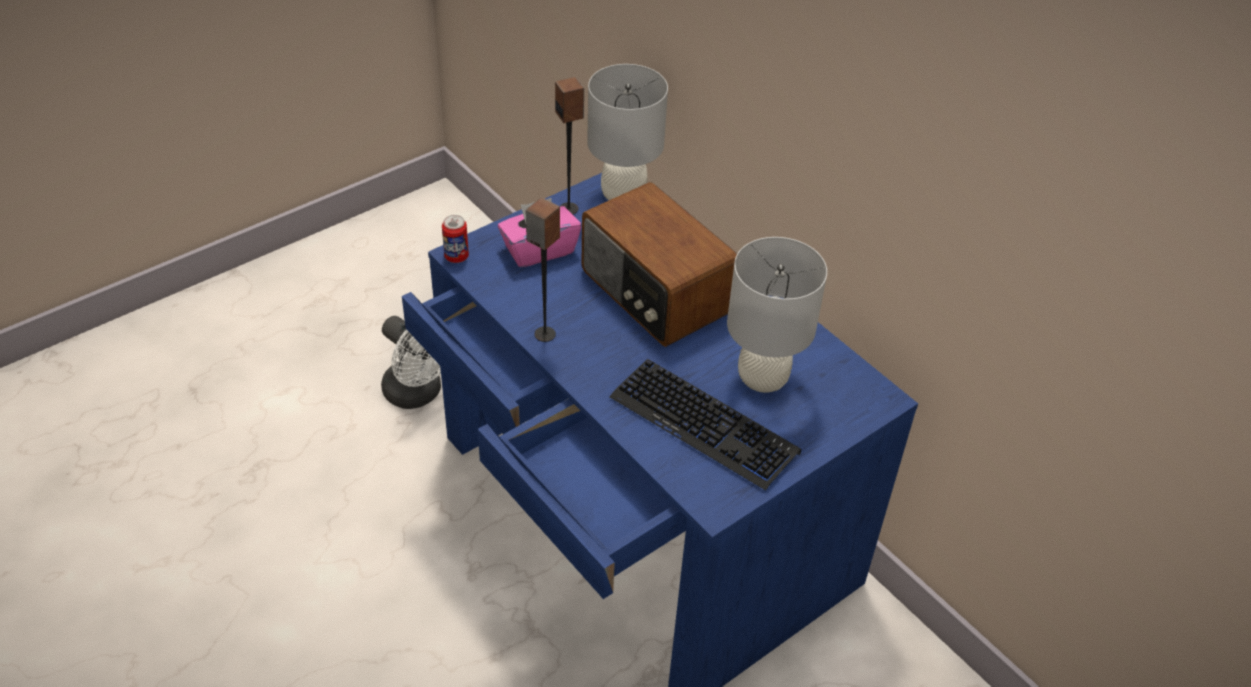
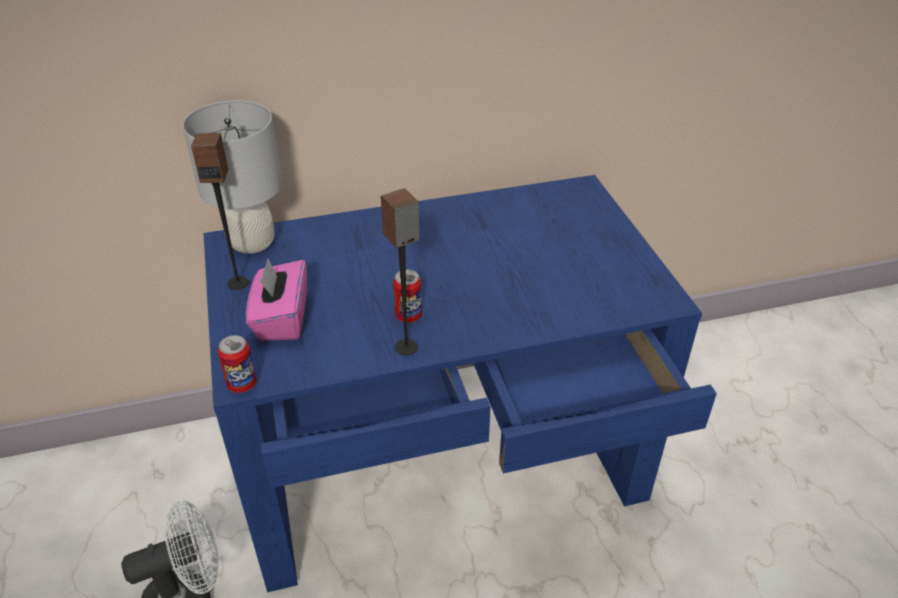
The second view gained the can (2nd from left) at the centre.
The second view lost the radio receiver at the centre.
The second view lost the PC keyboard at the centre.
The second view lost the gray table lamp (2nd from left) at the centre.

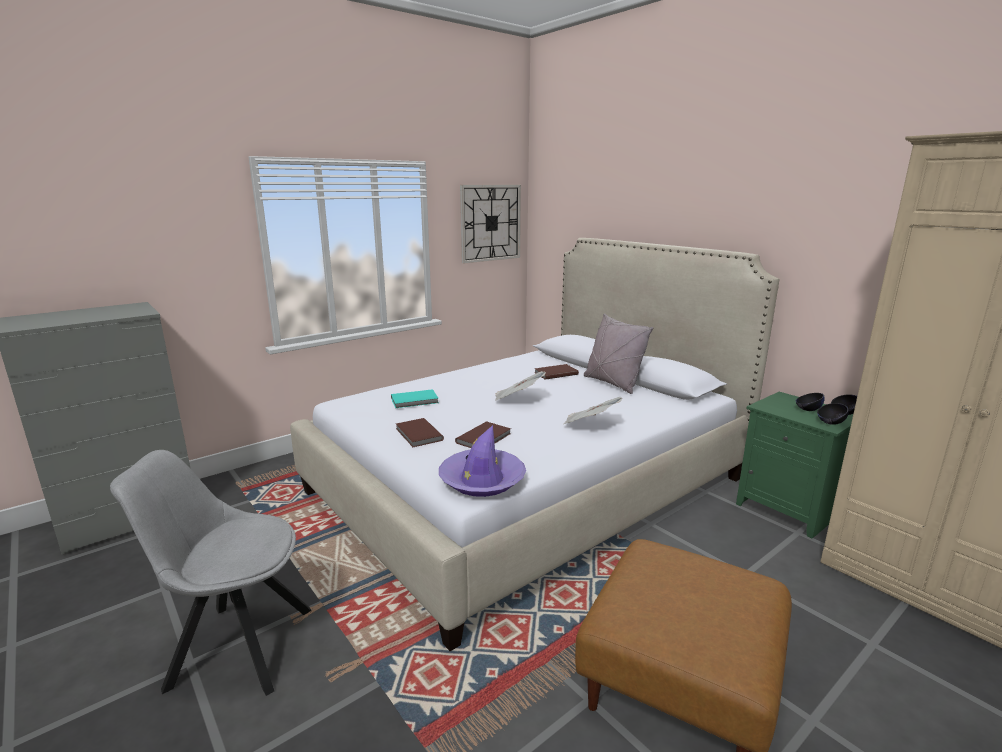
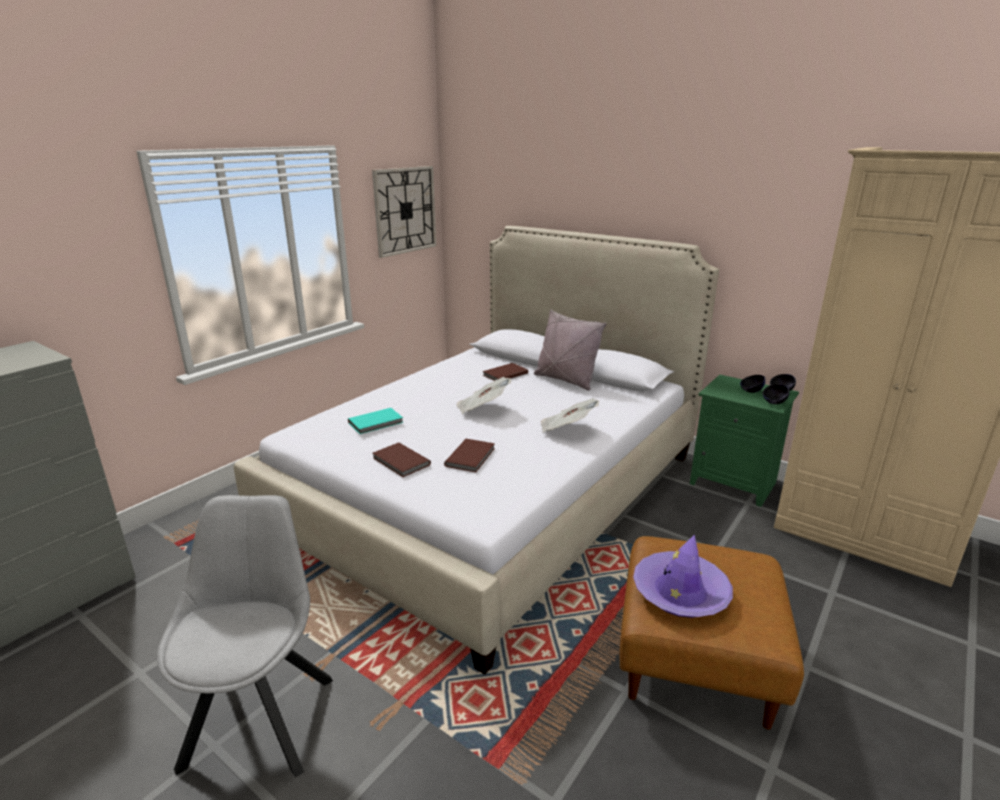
The gray chair at the bottom left ended up facing another way, 105 degrees clockwise from before.
The purple-coloured wearable hat ended up elsewhere, having gone from the centre to the bottom right.

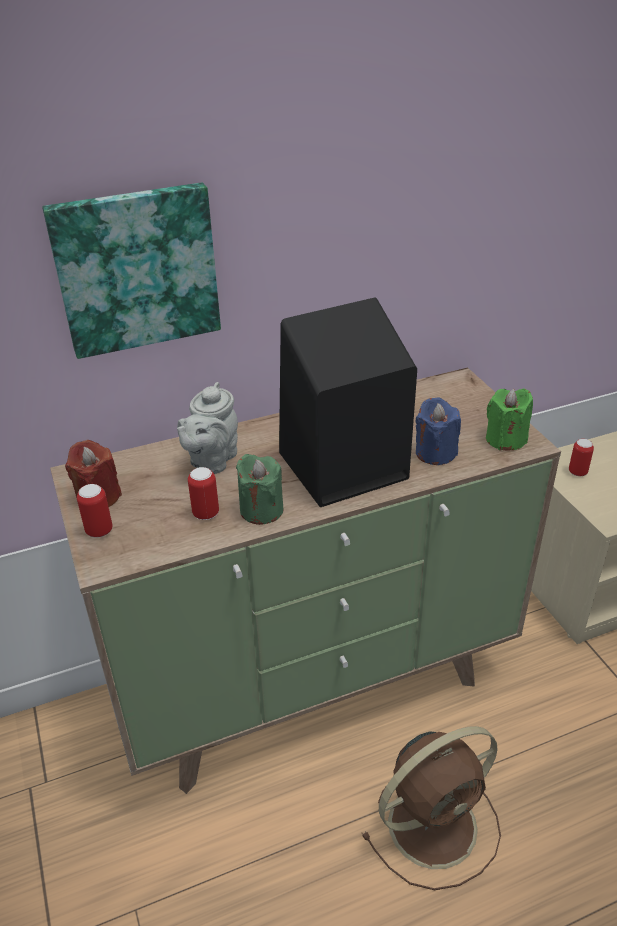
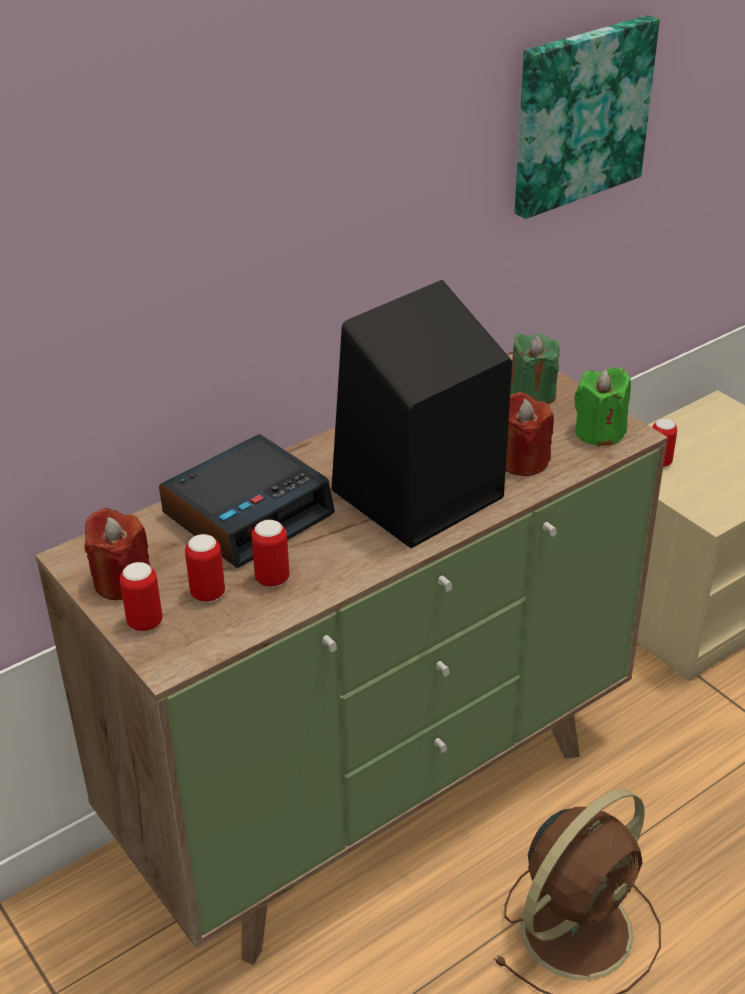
Where the gray teapot stood at the centre, the alarm clock came to stand at the middle left.
The second view gained the can (2nd from left) at the middle left.
What was the blue wax candle at the middle right turned into the reddish wax candle (2nd from left) at the middle right.
The greenish wax candle (1st from left) ended up elsewhere, having gone from the centre to the middle right.
The wall art ended up elsewhere, having gone from the top left to the top right.

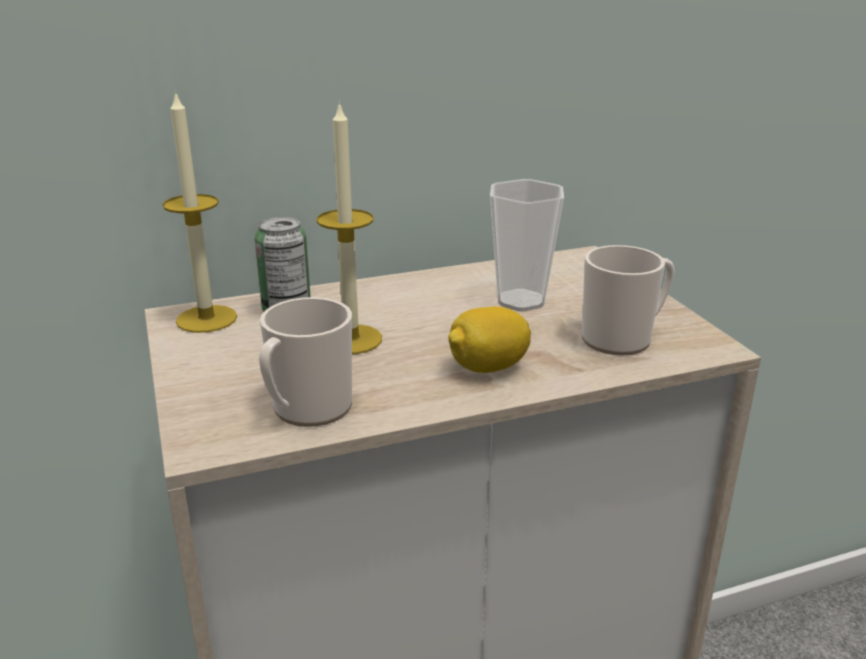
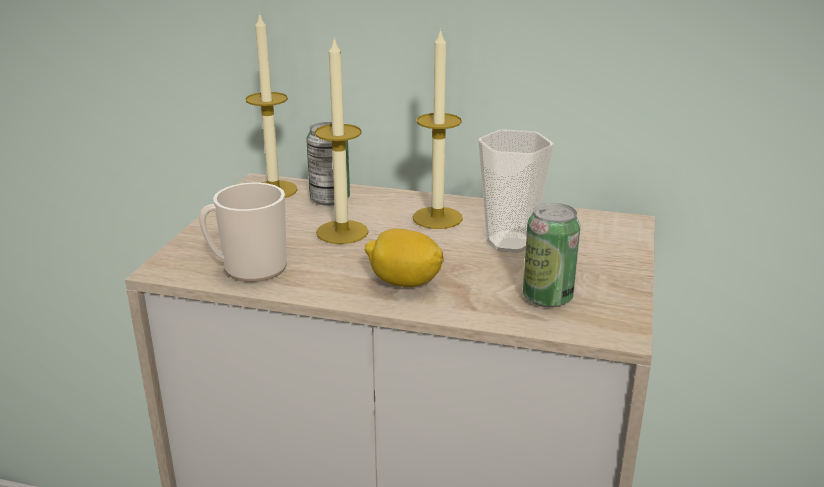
The second view gained the wax candle (3rd from left) at the top centre.
Where the tea mug (2nd from left) stood at the middle right, the can (2nd from left) came to stand at the middle right.

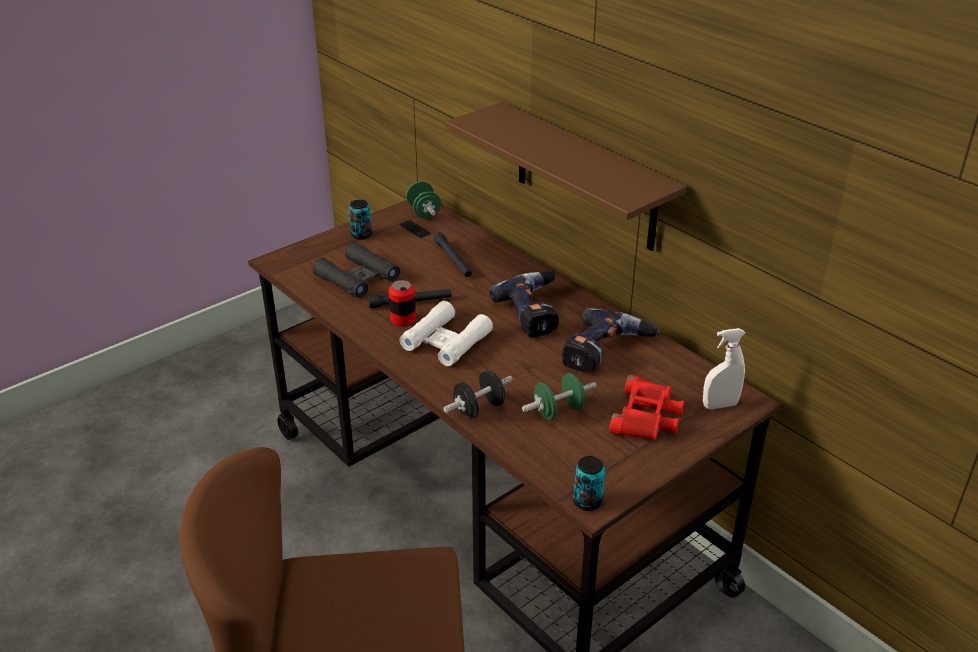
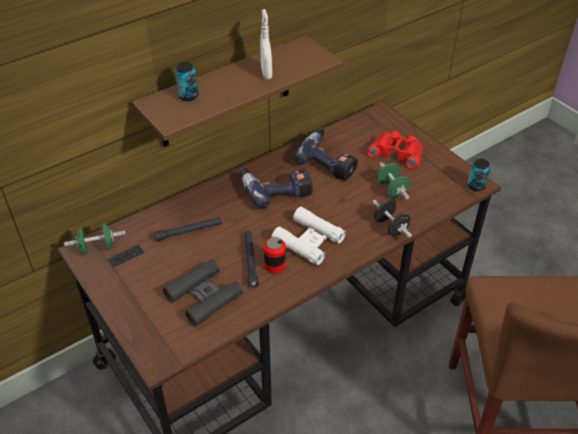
The can (1st from left) ended up elsewhere, having gone from the centre to the top left.
The white-coloured spray bottle ended up elsewhere, having gone from the middle right to the top centre.

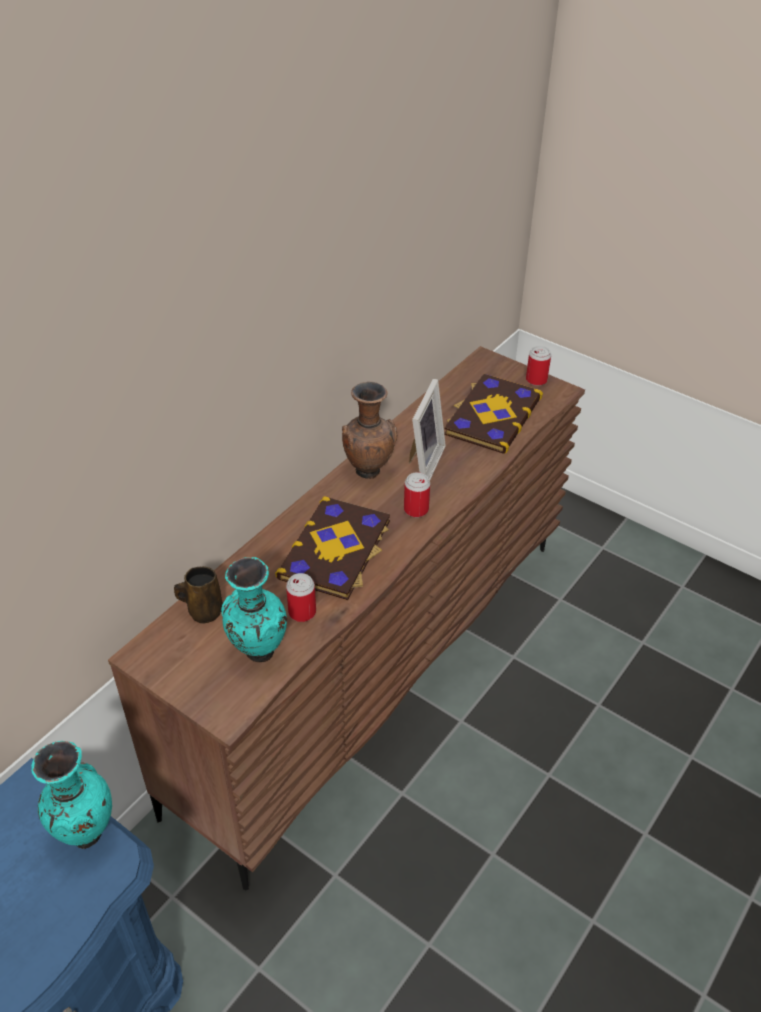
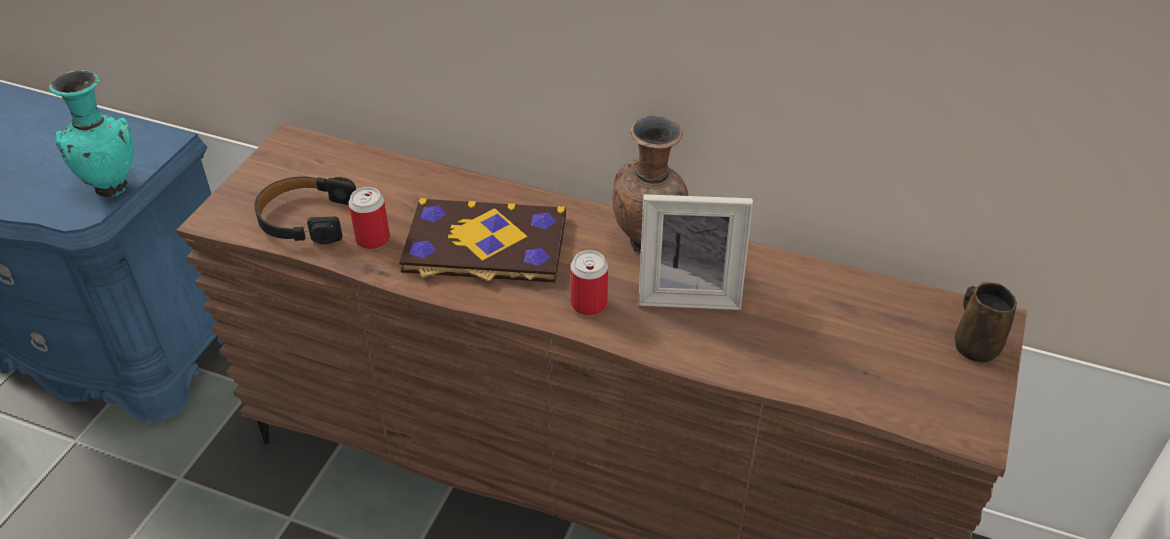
Where the turquoise-coloured flower vase (2nd from left) stood at the centre, the blackish headset came to stand at the middle left.
The brownish tea mug ended up elsewhere, having gone from the middle left to the middle right.
The second view lost the volume (2nd from left) at the centre.
The second view lost the can (3rd from left) at the middle right.

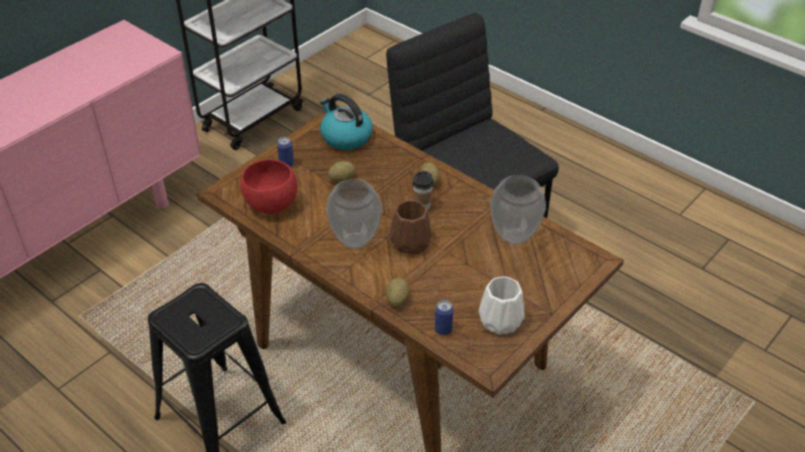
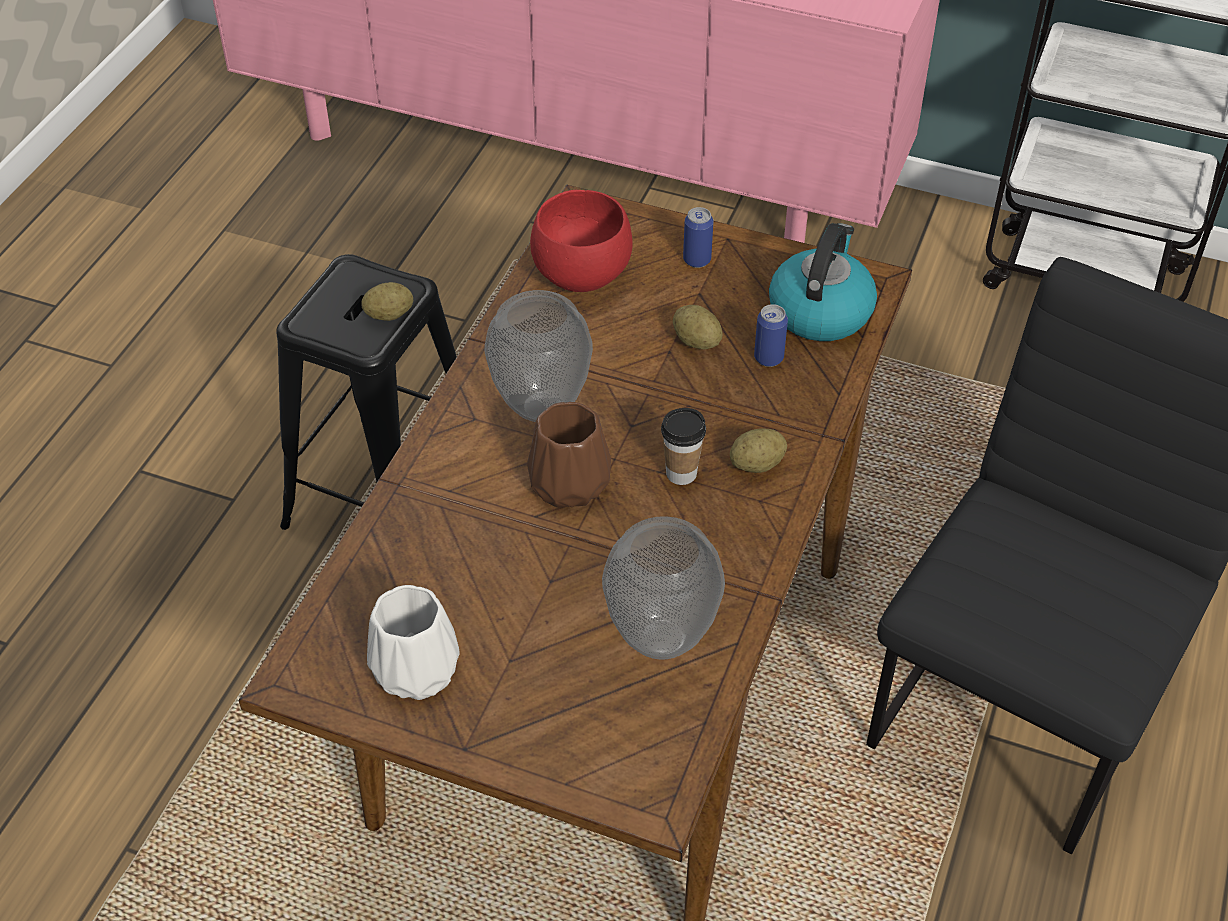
The whole potato (2nd from left in the first image) ended up elsewhere, having gone from the centre to the top left.
The can (2nd from left) ended up elsewhere, having gone from the bottom centre to the centre.

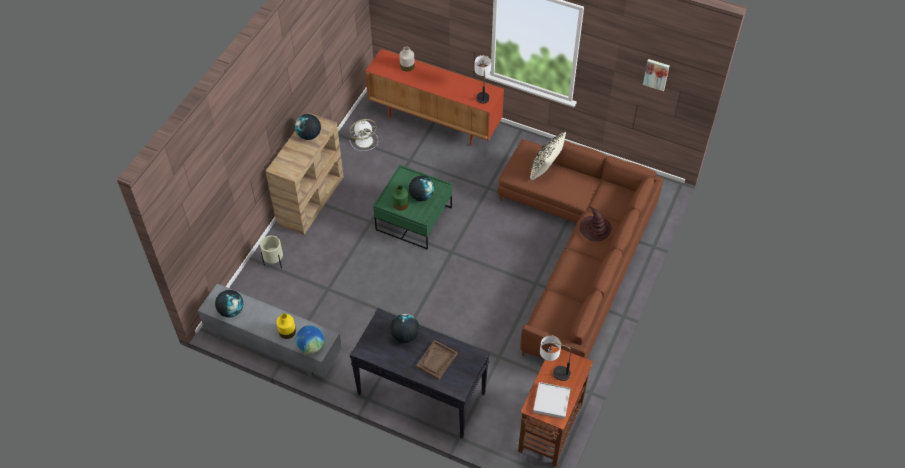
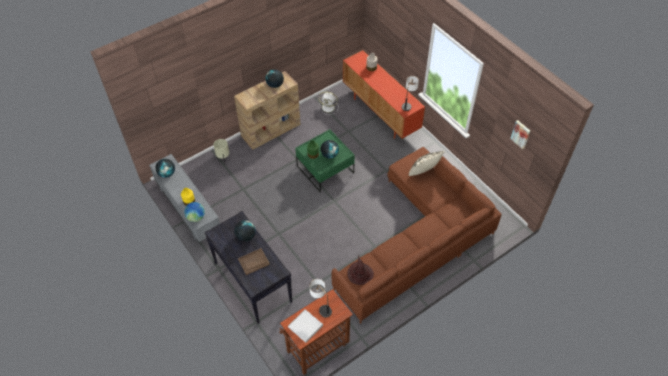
The brownish wearable hat ended up elsewhere, having gone from the centre to the bottom centre.

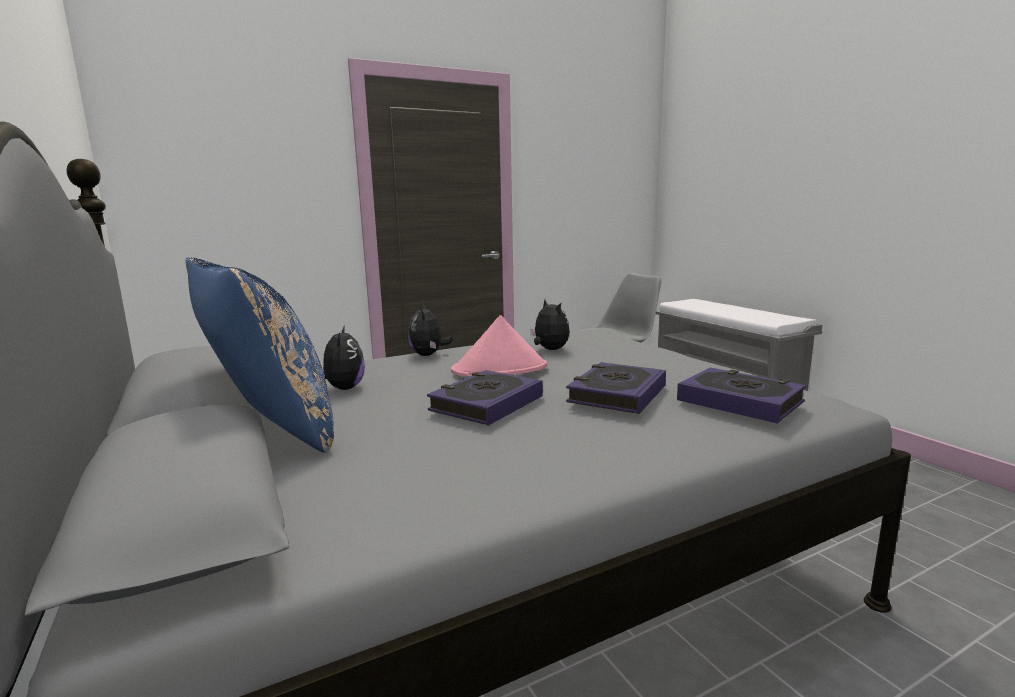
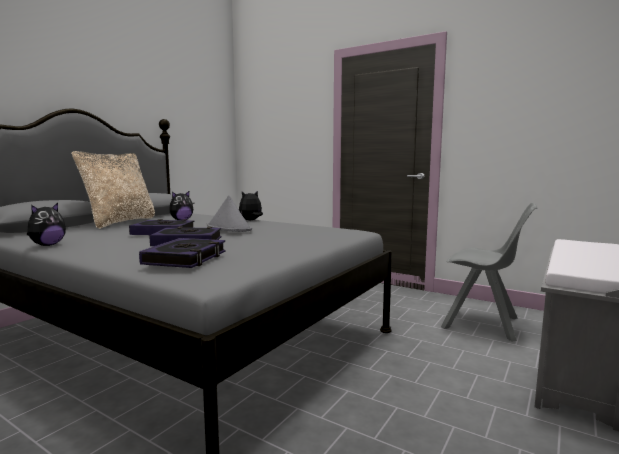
The plush toy (3rd from left in the first image) ended up elsewhere, having gone from the centre to the middle left.
What was the blue cushion at the middle left turned into the beige cushion at the middle left.
What was the pinkish wearable hat at the centre turned into the gray wearable hat at the centre.

